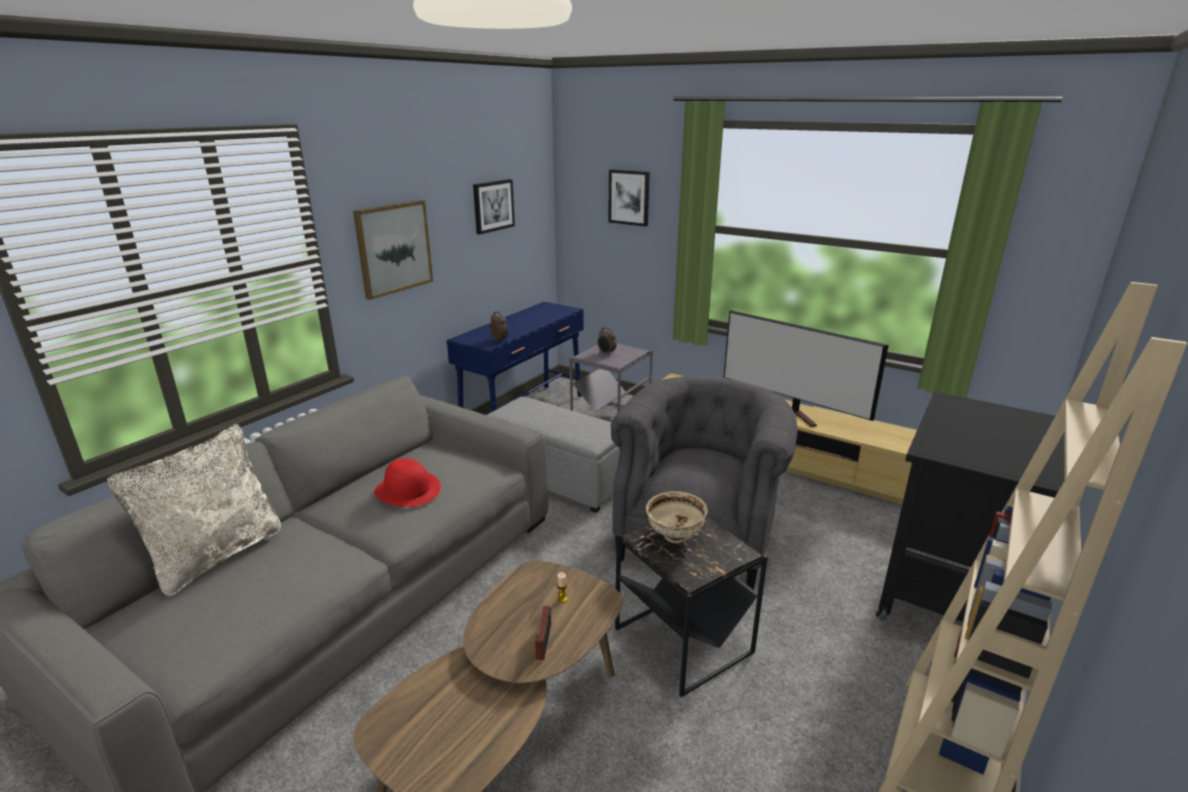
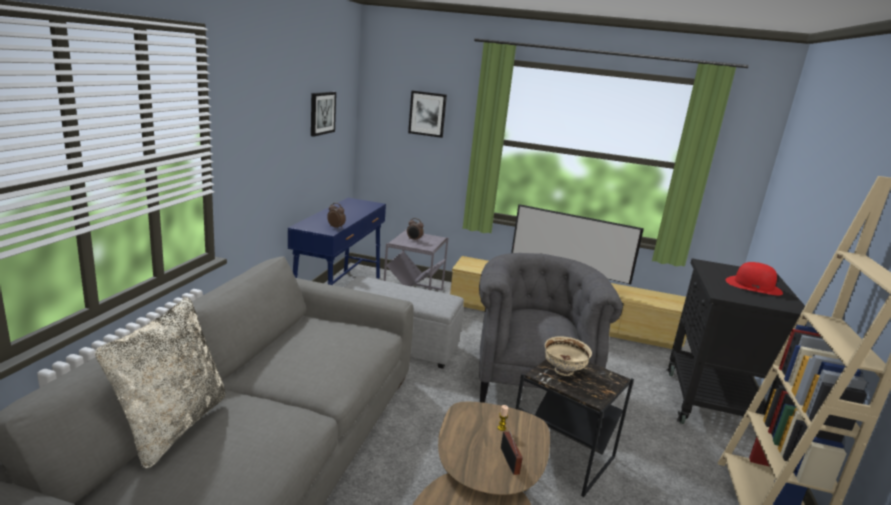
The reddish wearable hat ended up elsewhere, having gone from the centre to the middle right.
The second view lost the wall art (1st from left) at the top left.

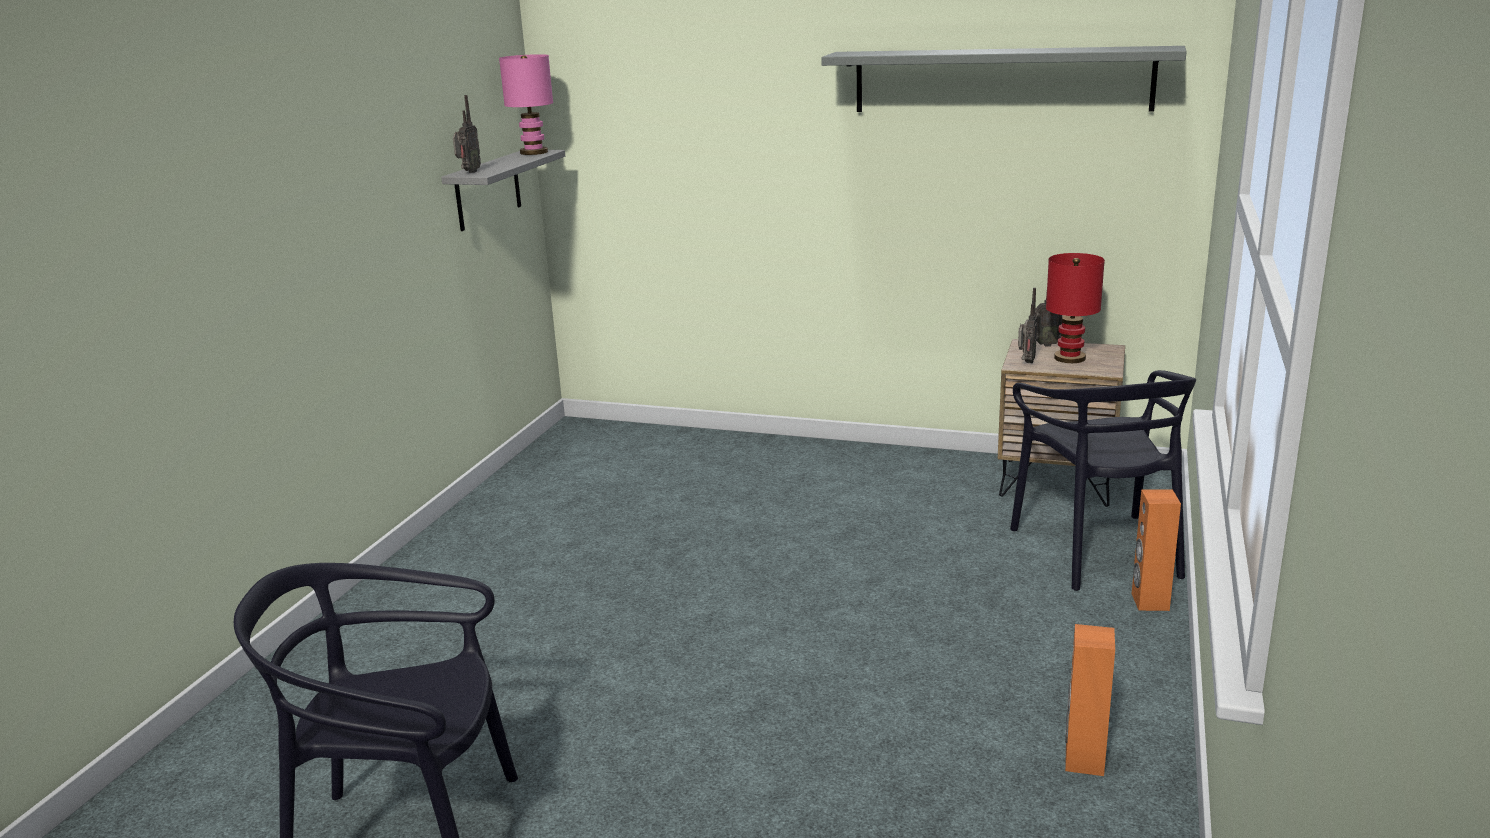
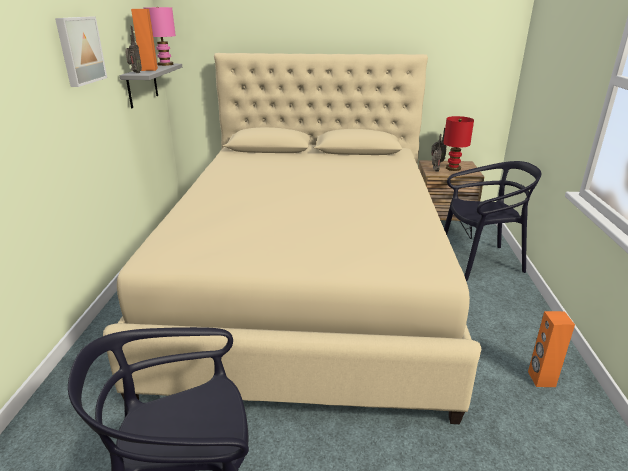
The second view gained the wall art at the top left.
The second view gained the beige sleeping bed at the centre.
The orangey audio speaker (2nd from left in the first image) ended up elsewhere, having gone from the middle right to the top left.
The blackish chair (2nd from left) at the middle right ended up facing another way, 75 degrees counterclockwise from before.
The second view lost the gray shelf (2nd from left) at the top right.

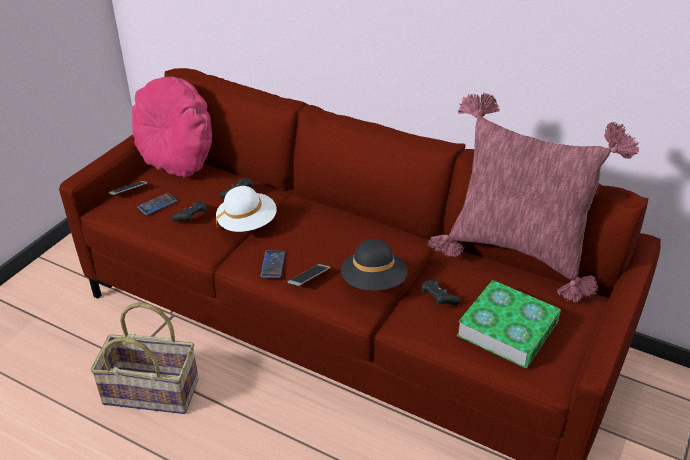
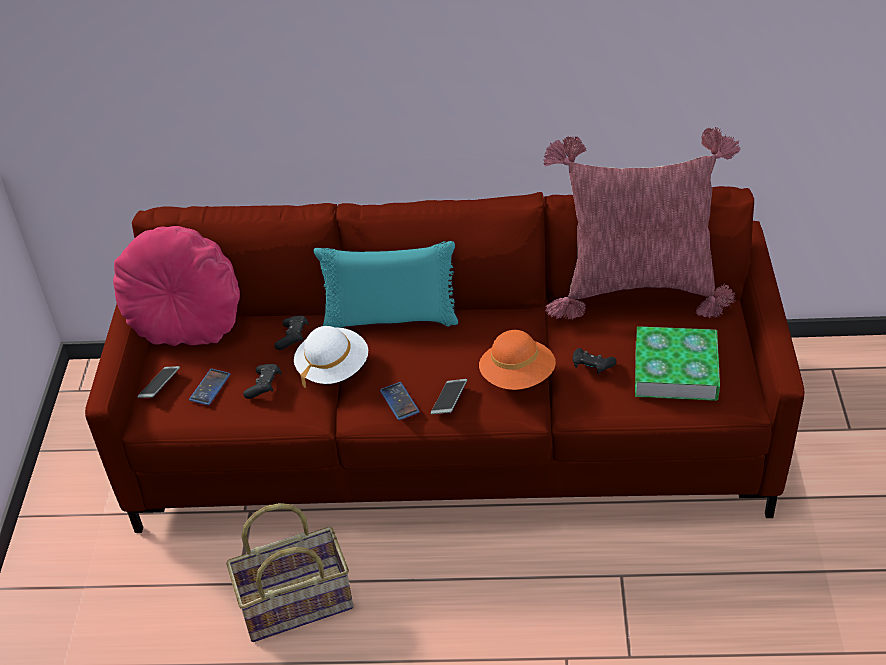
The second view gained the turquoise-coloured cushion at the centre.
What was the blackish wearable hat at the centre turned into the orangey wearable hat at the centre.

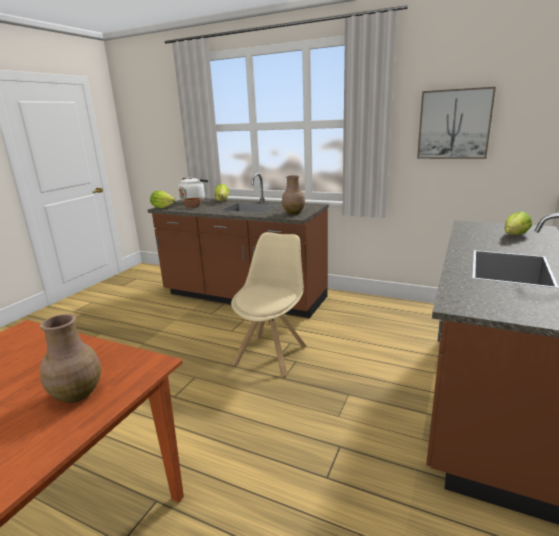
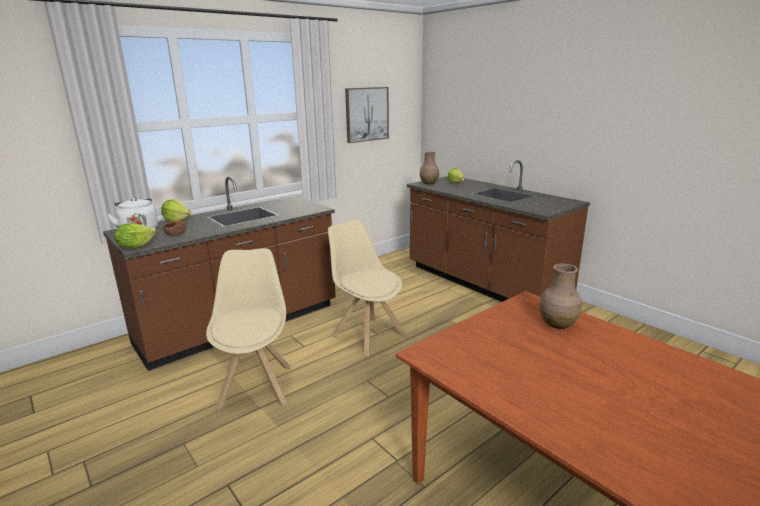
The second view gained the beige chair (1st from left) at the middle left.
The brownish flower vase (2nd from left in the first image) ended up elsewhere, having gone from the centre to the top centre.

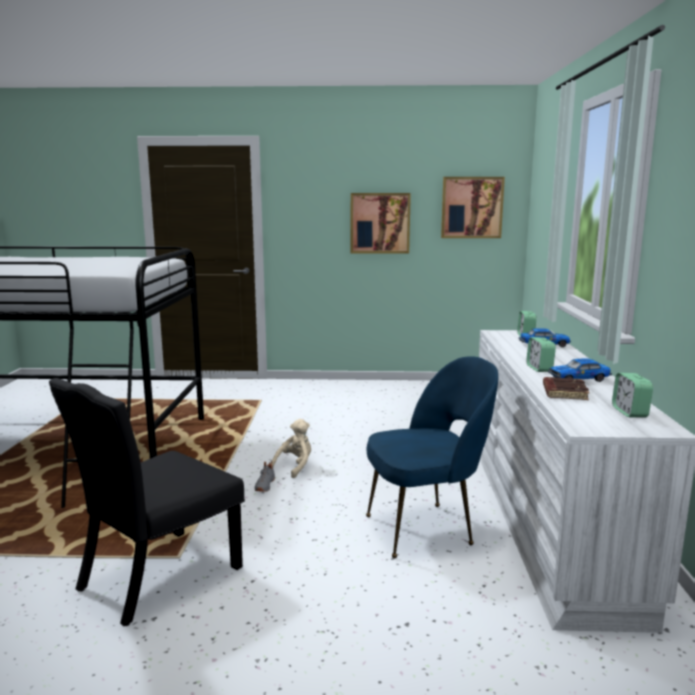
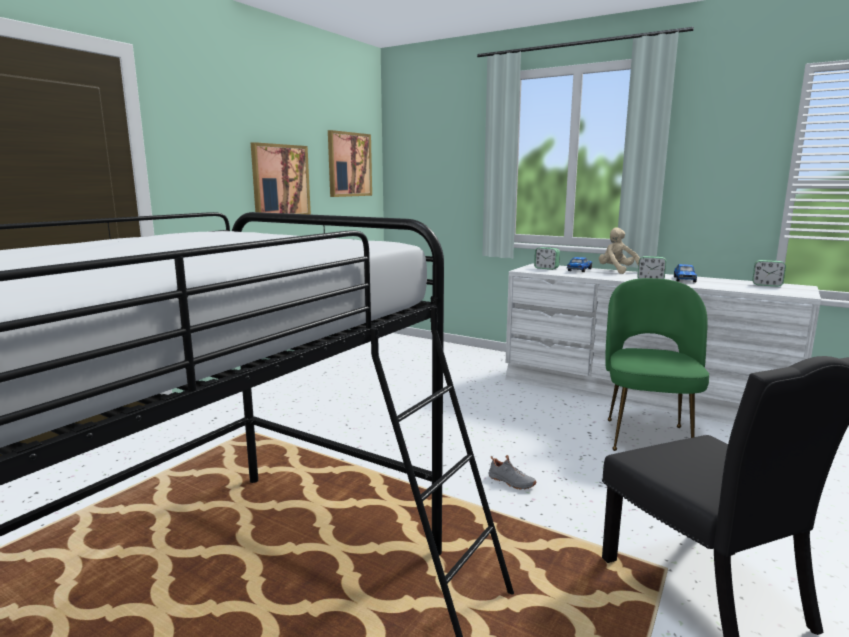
The beige plush toy ended up elsewhere, having gone from the centre to the middle right.
What was the blue chair at the centre turned into the greenish chair at the middle right.
The second view lost the brownish volume at the middle right.

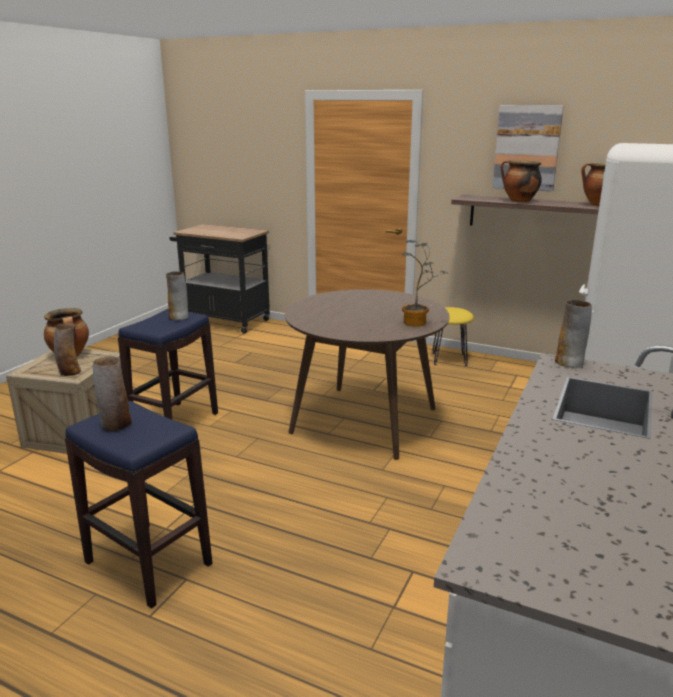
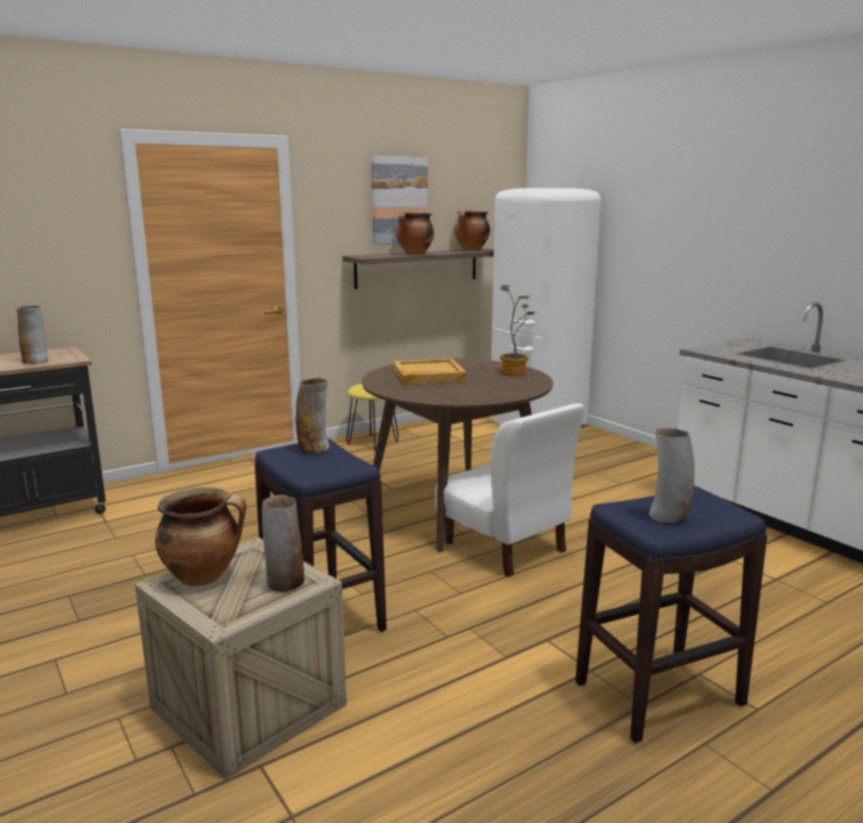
The flower vase (4th from left in the first image) ended up elsewhere, having gone from the middle right to the middle left.
The second view gained the beige carrying tray at the centre.
The second view gained the white-coloured chair at the centre.

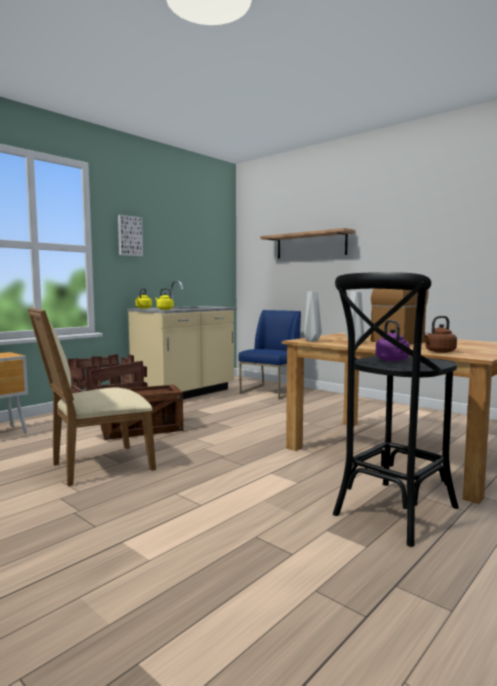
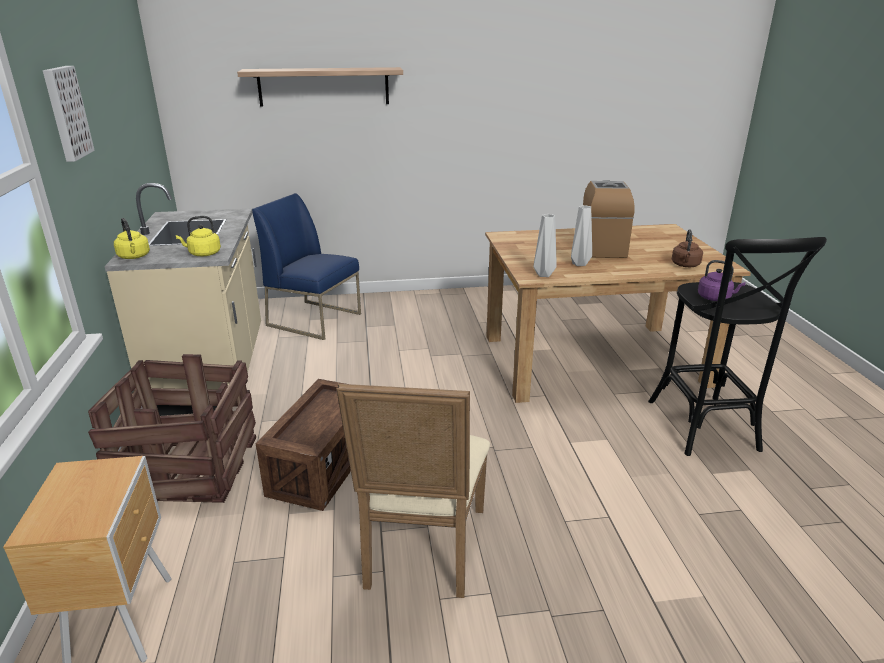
The blue chair at the centre ended up facing another way, 45 degrees counterclockwise from before.

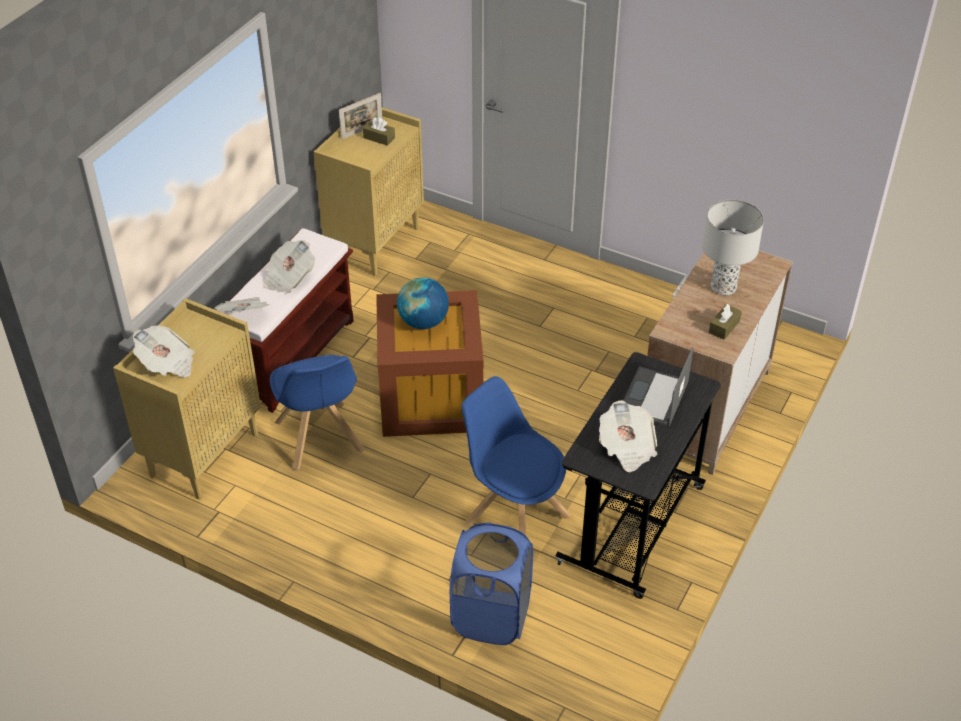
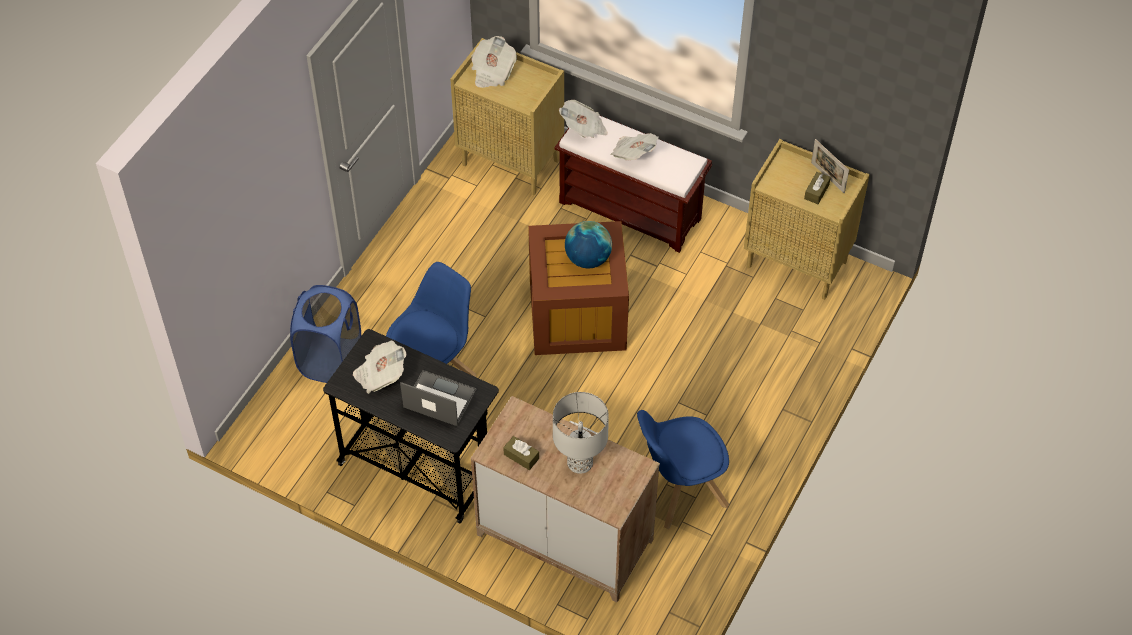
The blue chair (1st from left in the first image) ended up elsewhere, having gone from the middle left to the bottom centre.

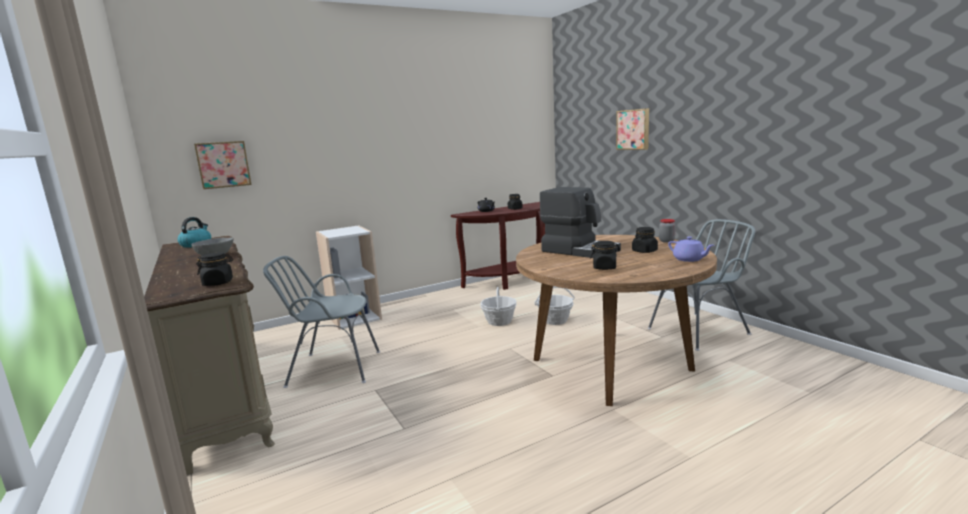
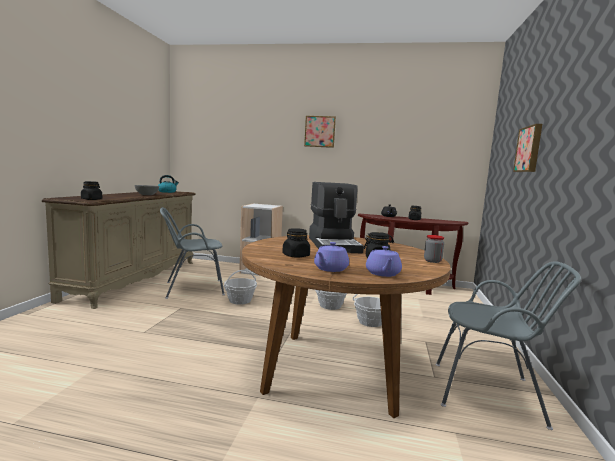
The gray chair (1st from left) at the middle left ended up facing another way, 60 degrees counterclockwise from before.
The second view gained the storage basket (1st from left) at the centre.
The wall art (1st from left) ended up elsewhere, having gone from the top left to the top centre.
The second view gained the purple-coloured teapot (1st from left) at the centre.

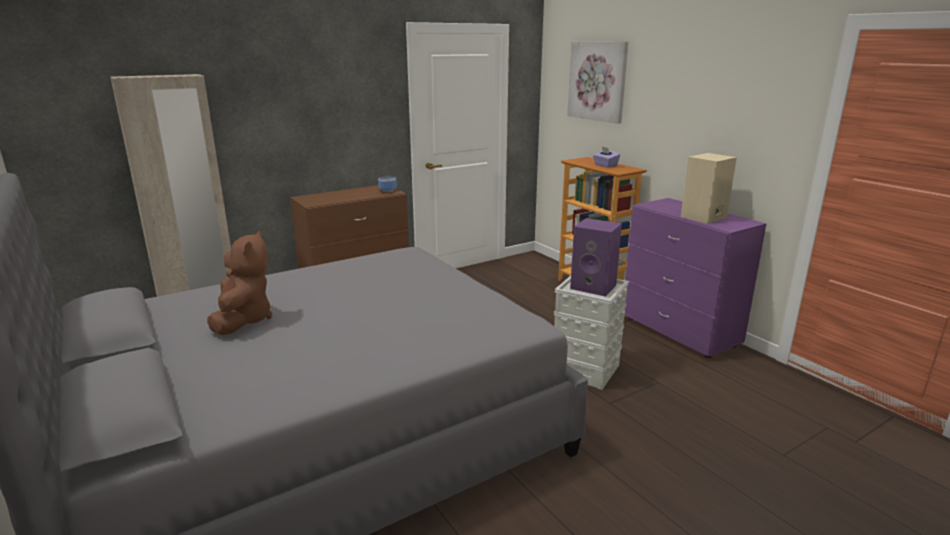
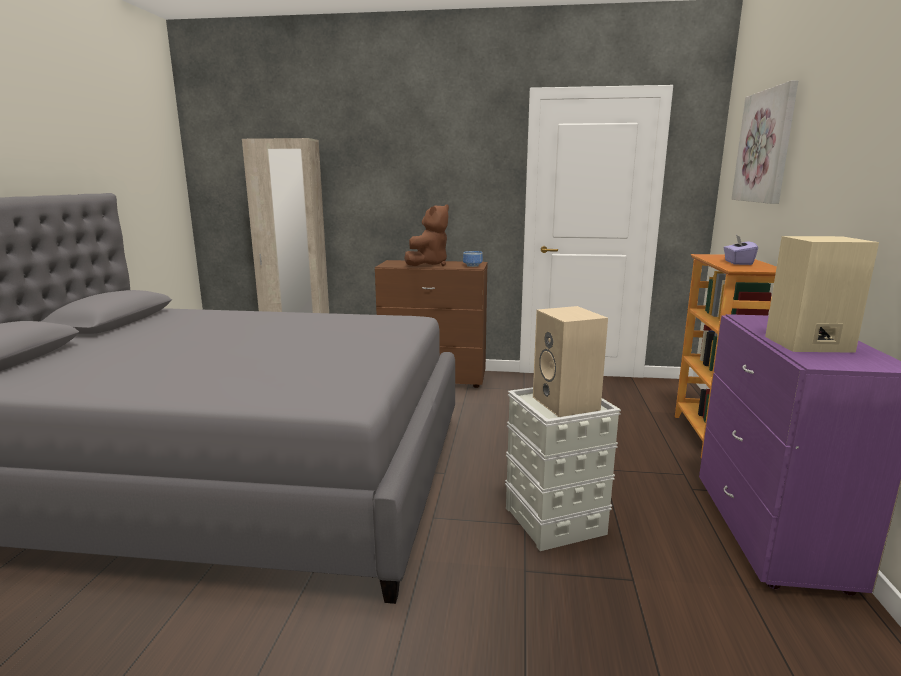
The brownish plush toy ended up elsewhere, having gone from the middle left to the centre.
What was the purple-coloured audio speaker at the centre turned into the beige audio speaker (1st from left) at the centre.

